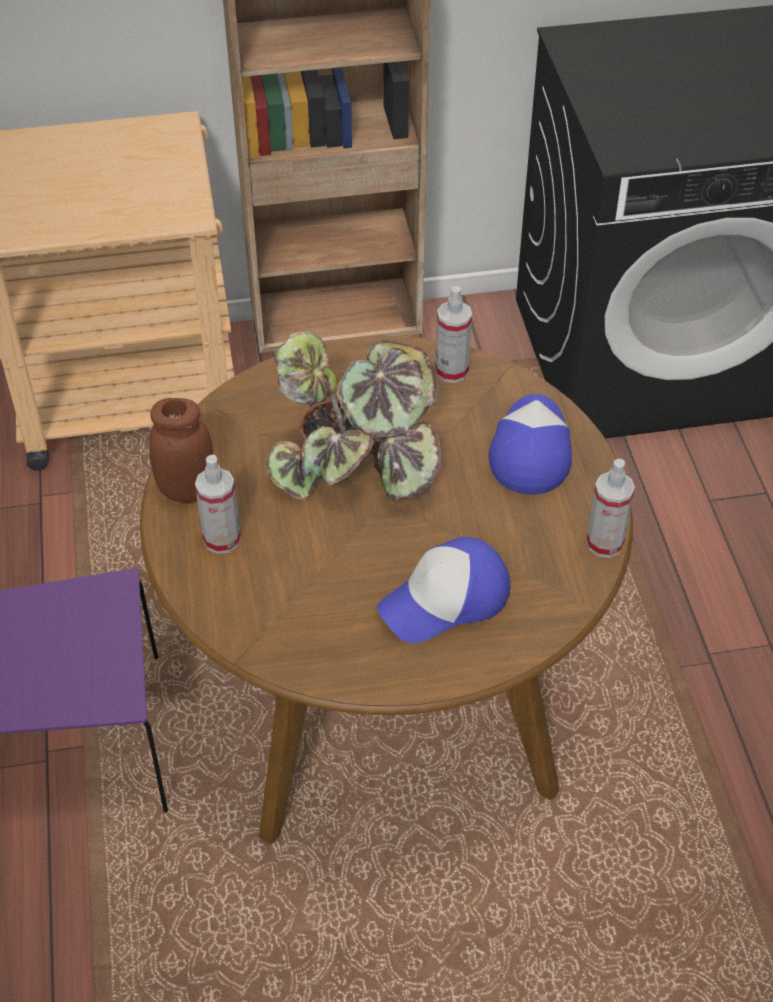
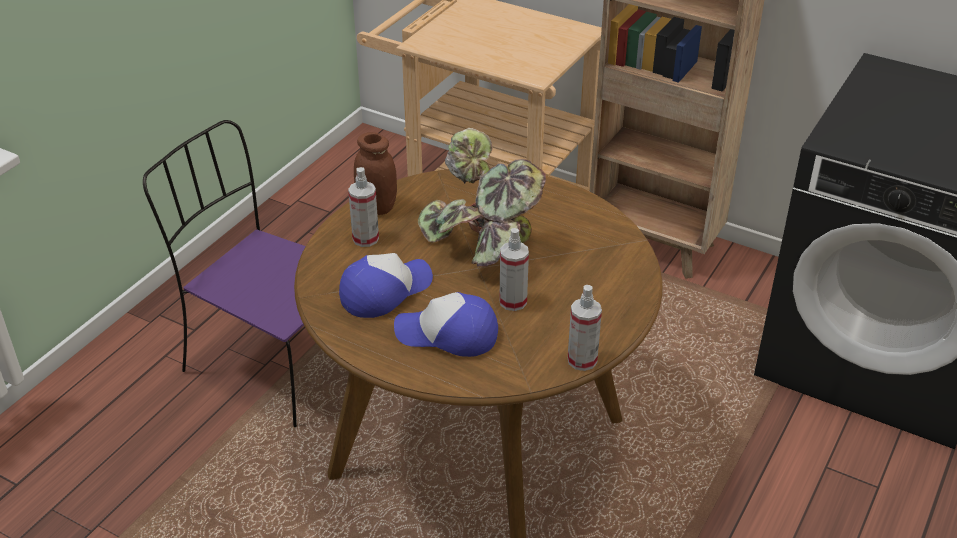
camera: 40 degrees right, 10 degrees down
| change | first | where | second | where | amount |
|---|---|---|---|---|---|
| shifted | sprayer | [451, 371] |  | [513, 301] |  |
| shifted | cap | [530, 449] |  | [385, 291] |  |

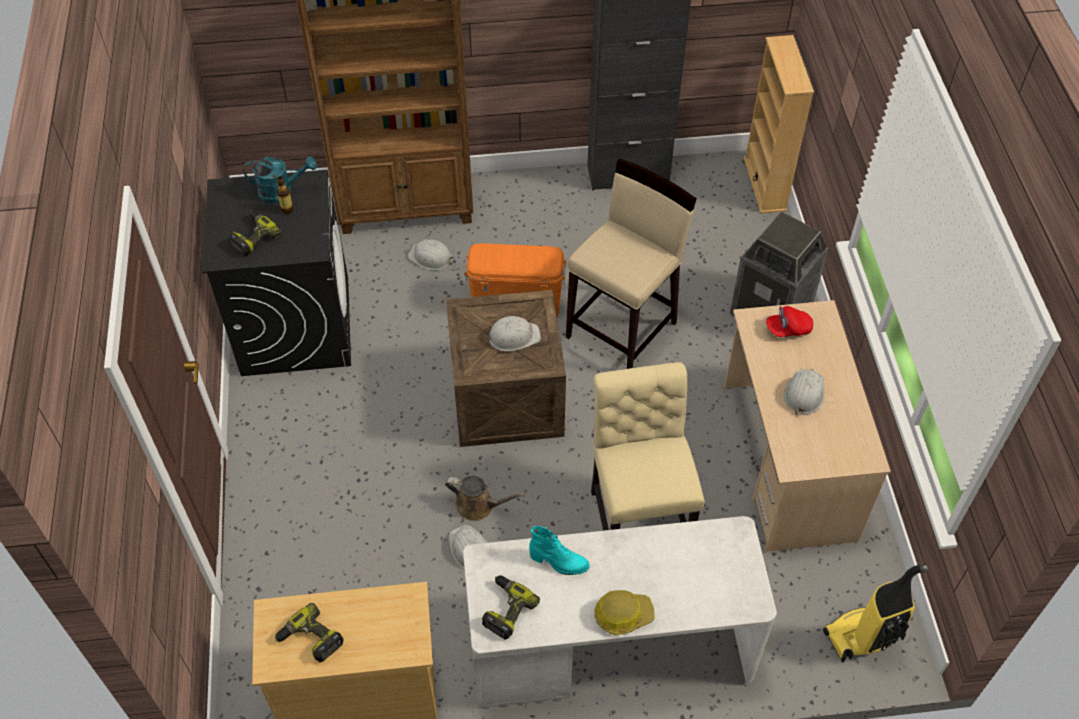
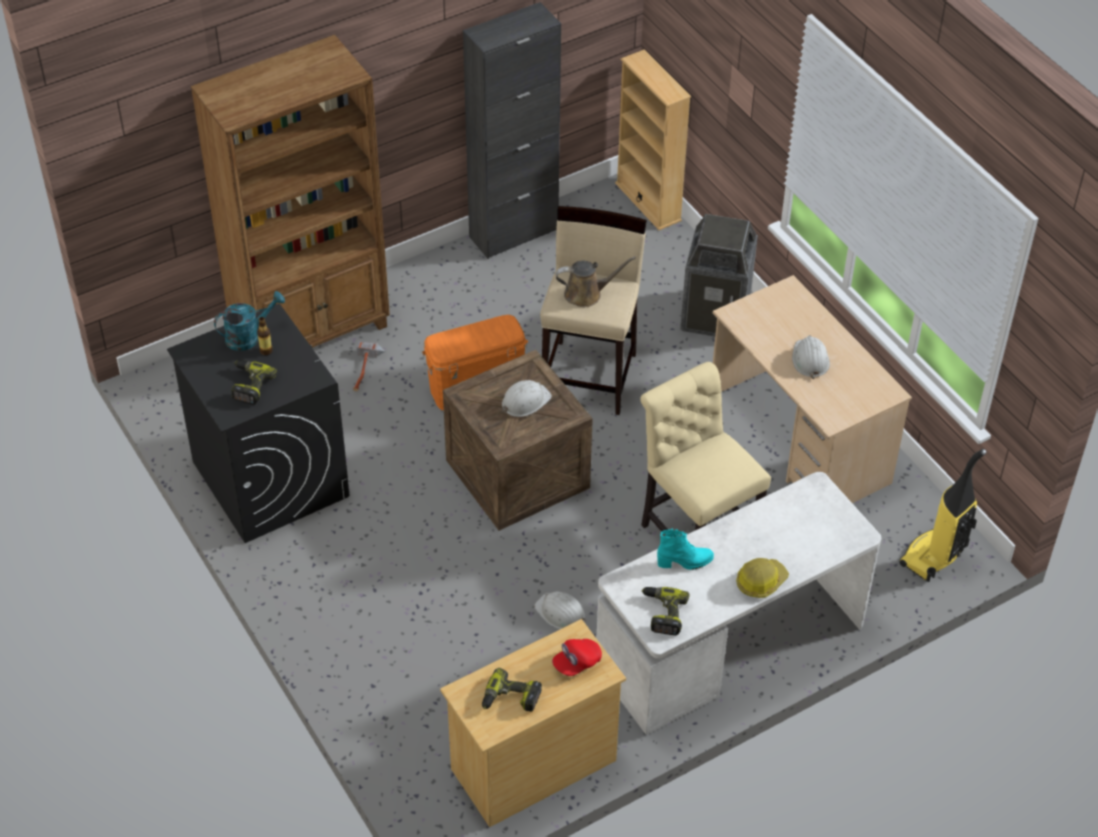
camera: 25 degrees left, 5 degrees down
| change | first | where | second | where | amount |
|---|---|---|---|---|---|
| shifted | brownish watering pot | [478, 506] |  | [586, 294] |  |
| shifted | red cap | [788, 329] |  | [577, 663] |  |
| swapped | white safety helmet | [430, 257] | hammer | [366, 372] |  |

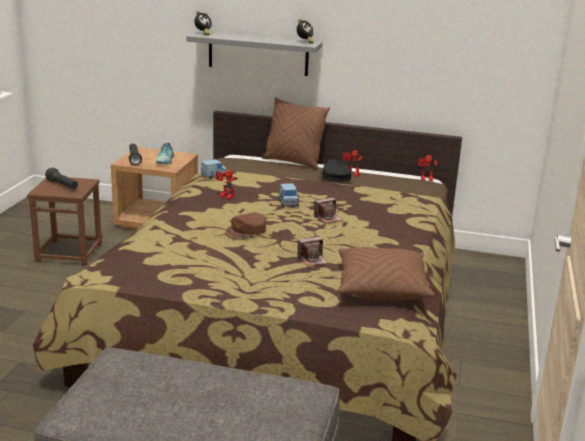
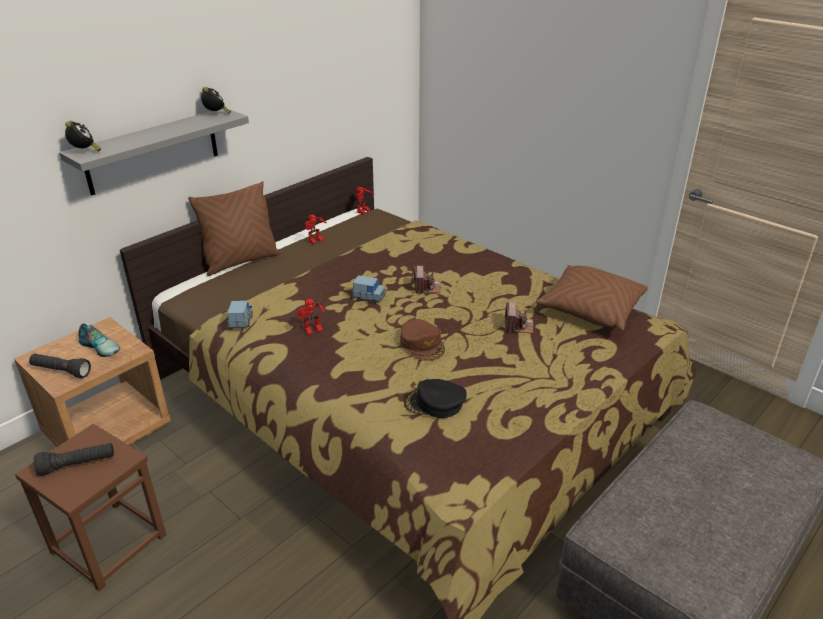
camera: 60 degrees left, 10 degrees up
| change | first | where | second | where | amount |
|---|---|---|---|---|---|
| shifted | black cap | [335, 176] |  | [435, 403] |  |

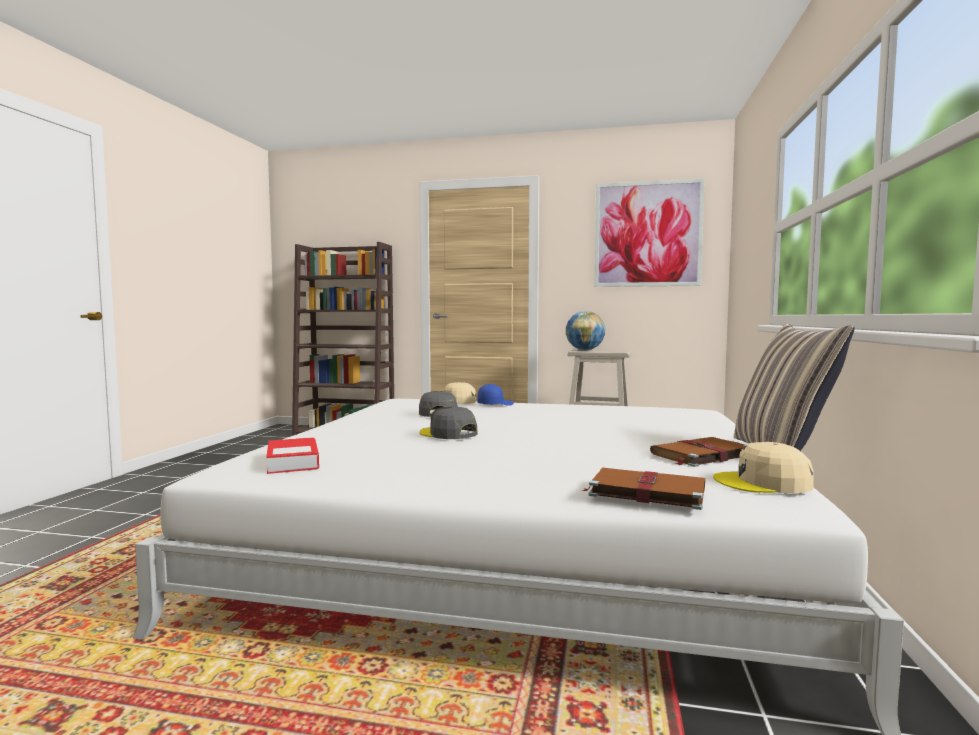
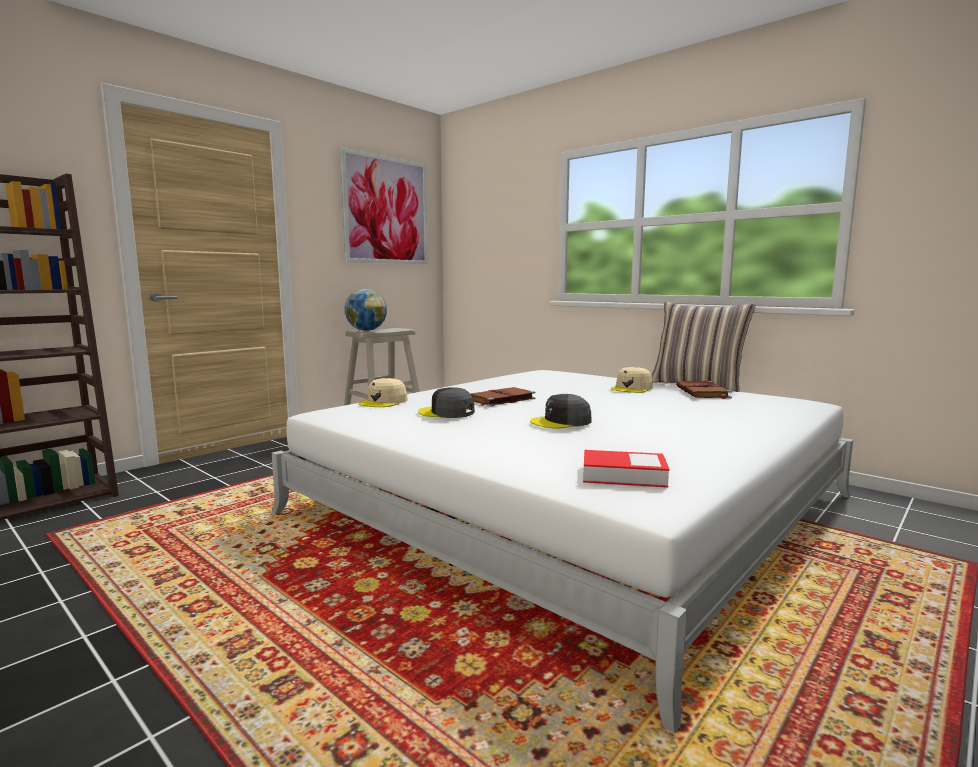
camera: 60 degrees left, 5 degrees up
| change | first | where | second | where | amount |
|---|---|---|---|---|---|
| gone | blue cap | [495, 404] |  |  |  |
| shifted | brownish bound book | [645, 491] |  | [500, 399] |  |
| shifted | beige cap | [763, 483] |  | [632, 388] |  |

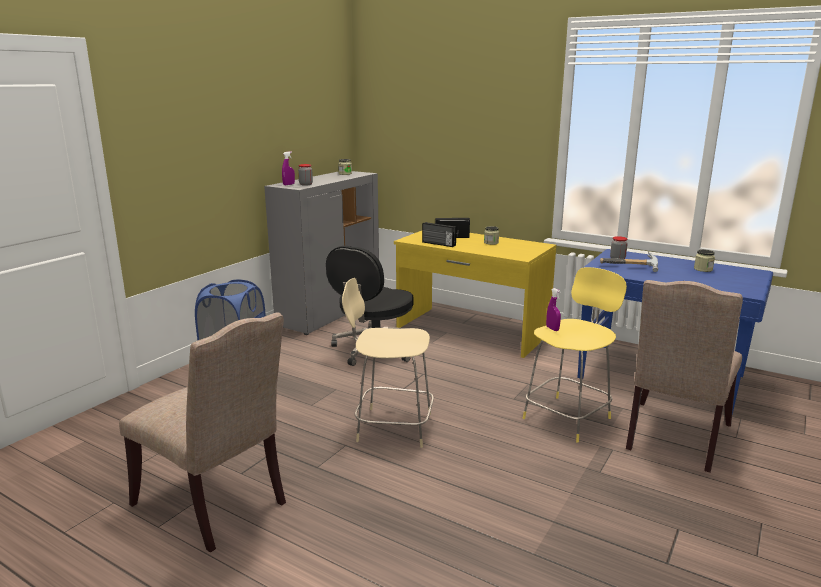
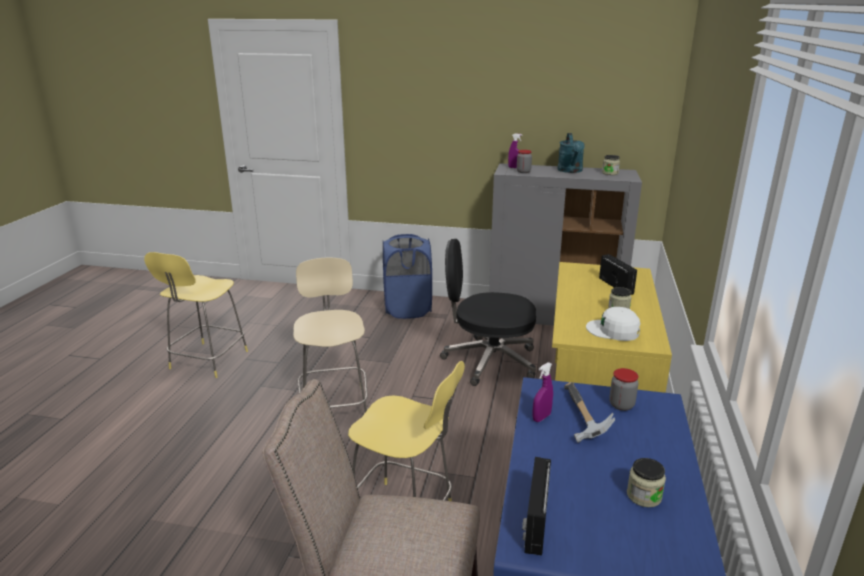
camera: 70 degrees right, 5 degrees up
| change | first | where | second | where | amount |
|---|---|---|---|---|---|
| new |  |  | blue-green watering pot | [571, 171] |  |
| new |  |  | white cap | [613, 330] |  |
| shifted | radio receiver | [438, 244] |  | [534, 522] |  |
| shifted | purple sprayer | [552, 329] |  | [541, 417] |  |
| swapped | beige plain chair | [216, 504] | yellow stool | [207, 361] |  |

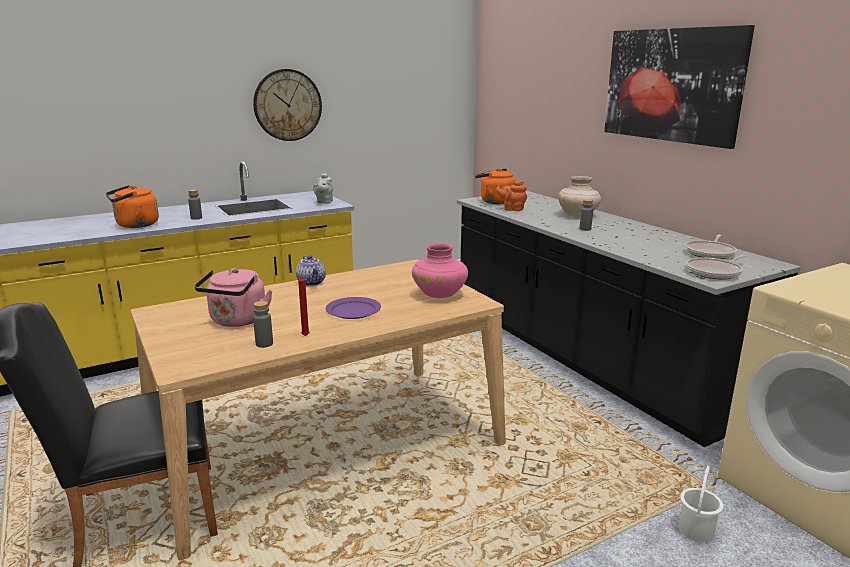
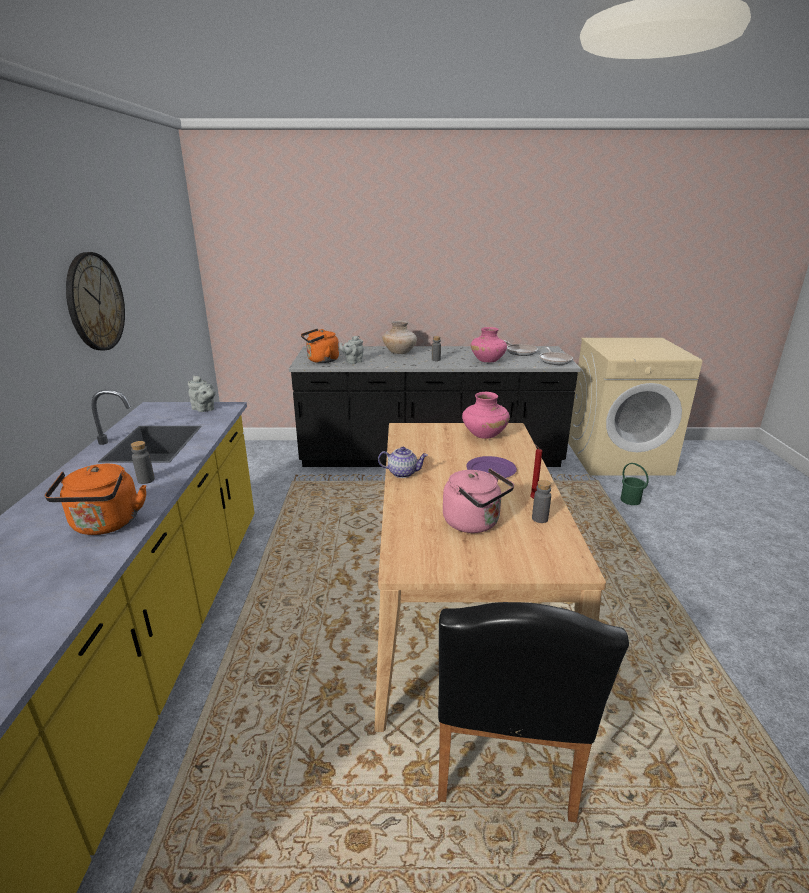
camera: 60 degrees left, 5 degrees up
| change | first | where | second | where | amount |
|---|---|---|---|---|---|
| gone | wall art | [672, 85] |  |  |  |
| new |  |  | pinkish flower vase | [487, 361] |  |
| repainted | orange-coloured tea pot | [512, 209] | grey tea pot | [353, 362] |  |
| repainted | white pail | [697, 530] | greenish pail | [630, 500] |  |

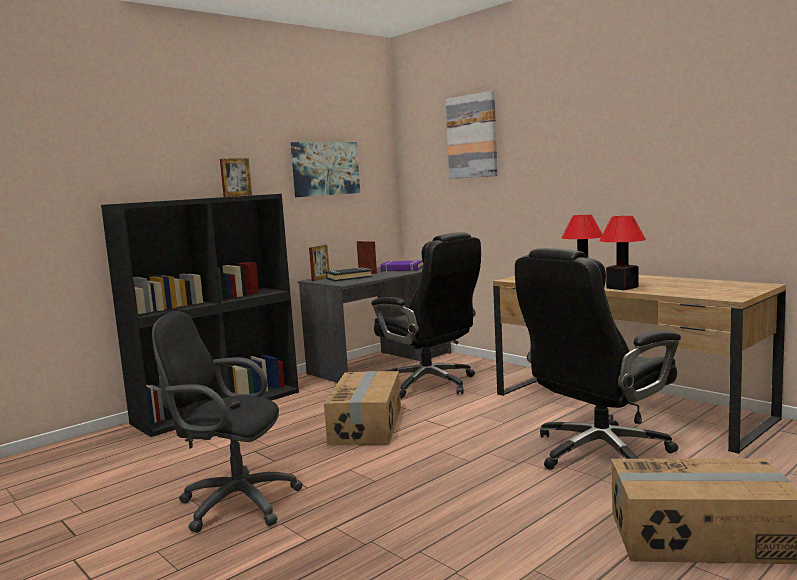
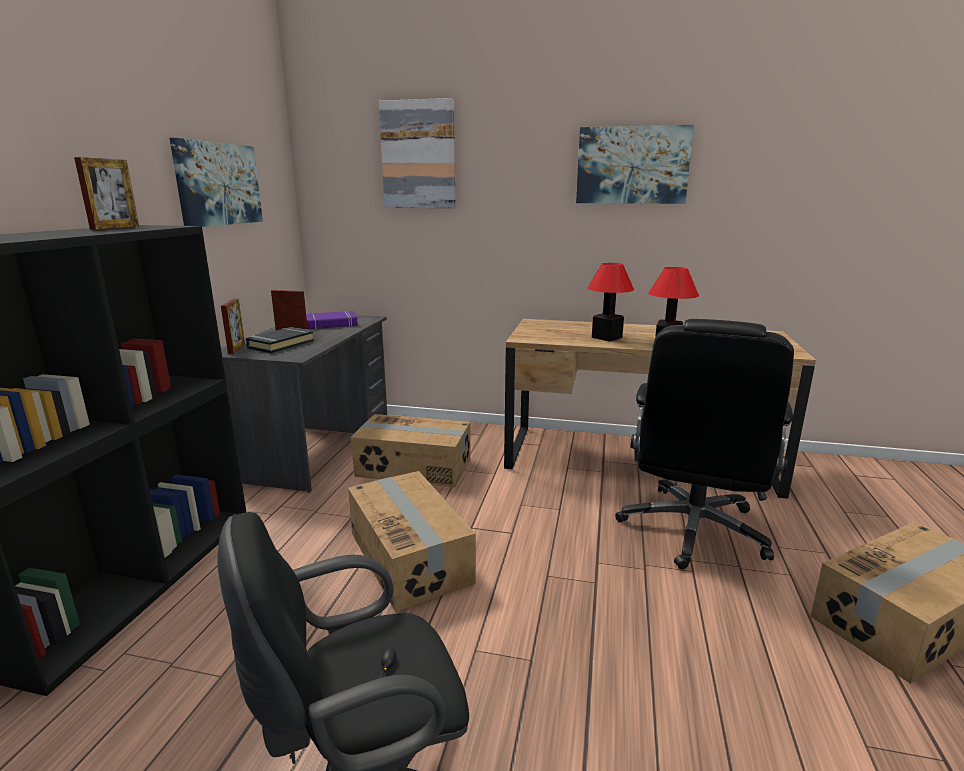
camera: 35 degrees left, 10 degrees up
| change | first | where | second | where | amount |
|---|---|---|---|---|---|
| new |  |  | wall art | [632, 165] |  |
| swapped | black desk chair | [430, 384] | packing box | [414, 468] |  |

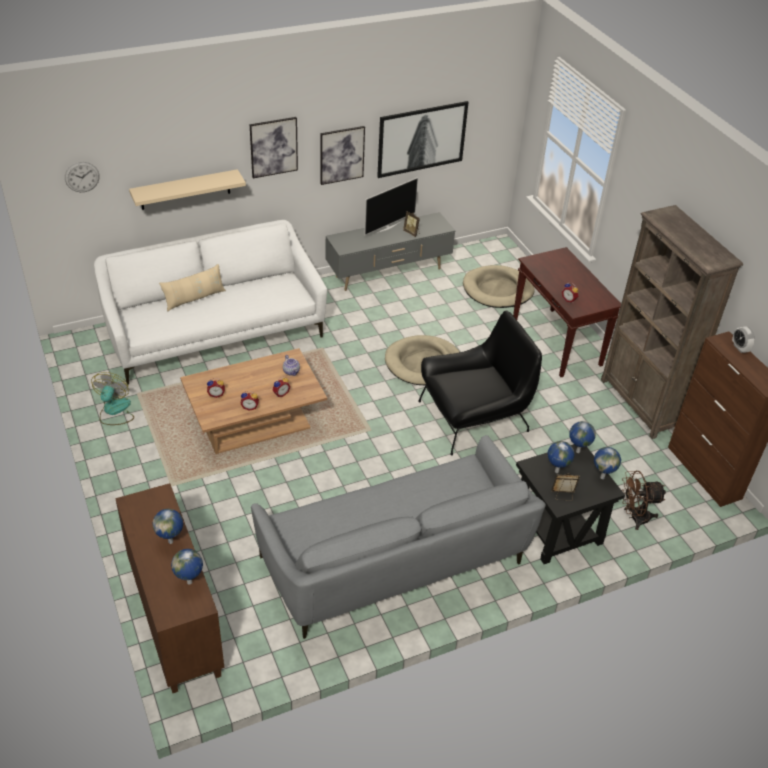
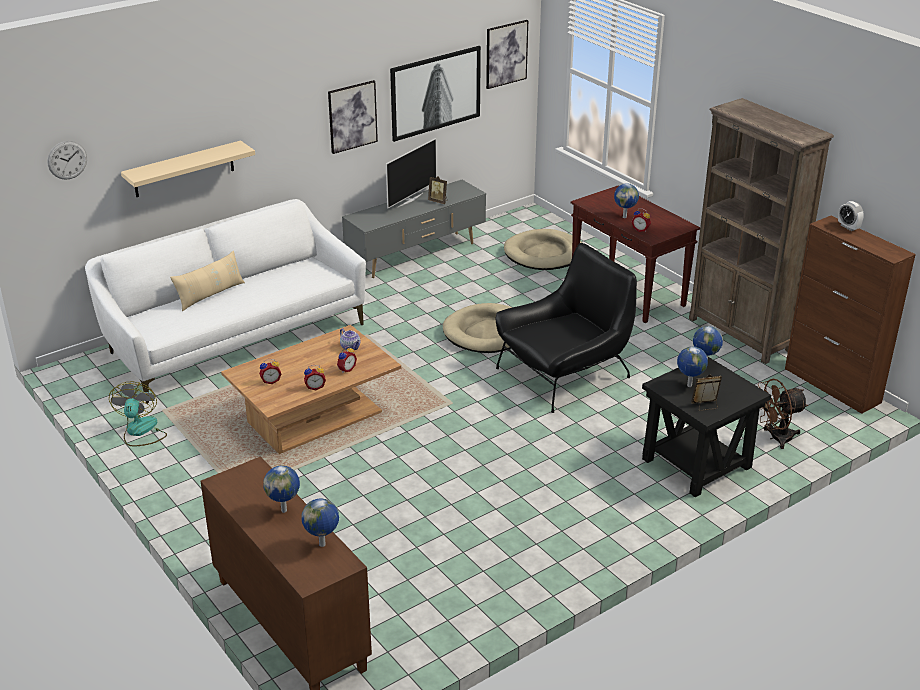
camera: 10 degrees left, 10 degrees down
| change | first | where | second | where | amount |
|---|---|---|---|---|---|
| gone | grey settee | [395, 563] |  |  |  |
| shifted | wall art | [273, 147] |  | [506, 54] |  |
| shifted | desk globe | [602, 477] |  | [625, 217] |  |

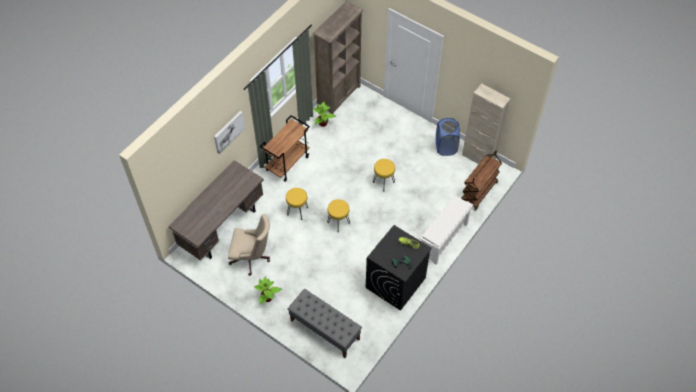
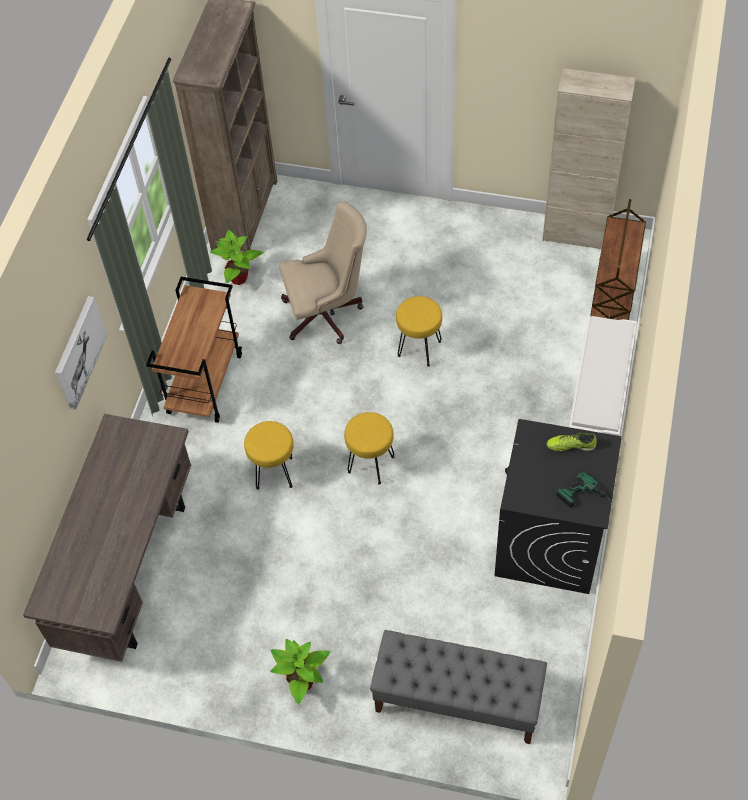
camera: 20 degrees left, 0 degrees up
| change | first | where | second | where | amount |
|---|---|---|---|---|---|
| gone | blue washing basket | [445, 147] |  |  |  |
| shifted | beige desk chair | [252, 258] |  | [327, 314] |  |

